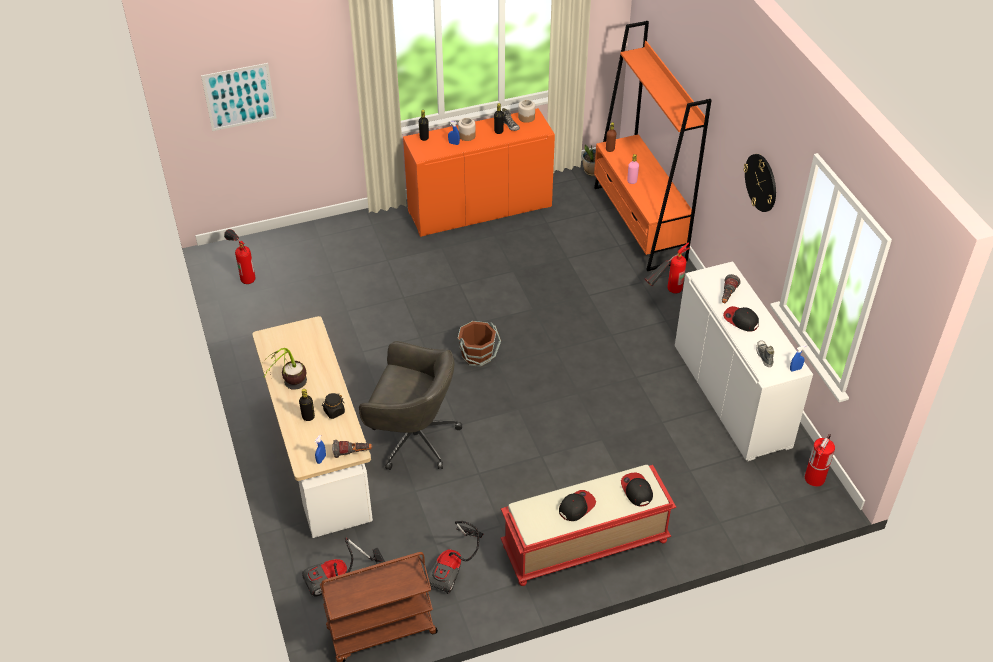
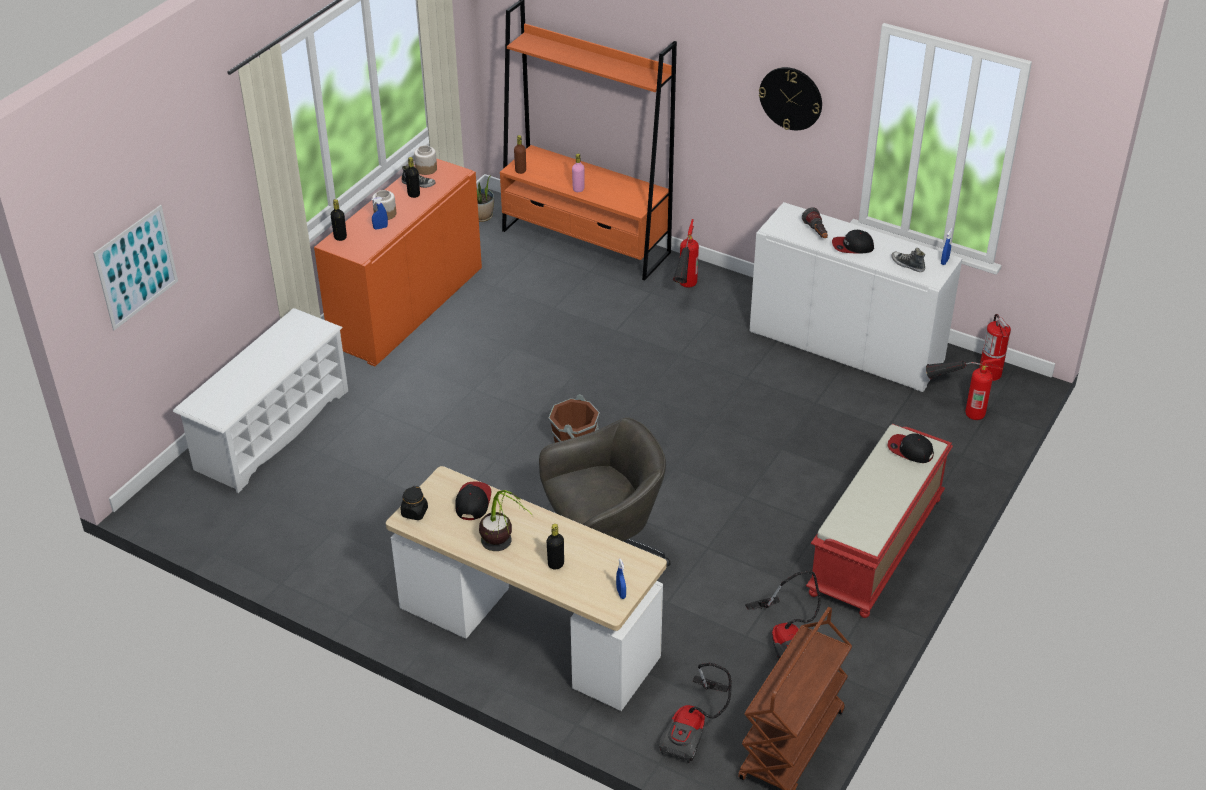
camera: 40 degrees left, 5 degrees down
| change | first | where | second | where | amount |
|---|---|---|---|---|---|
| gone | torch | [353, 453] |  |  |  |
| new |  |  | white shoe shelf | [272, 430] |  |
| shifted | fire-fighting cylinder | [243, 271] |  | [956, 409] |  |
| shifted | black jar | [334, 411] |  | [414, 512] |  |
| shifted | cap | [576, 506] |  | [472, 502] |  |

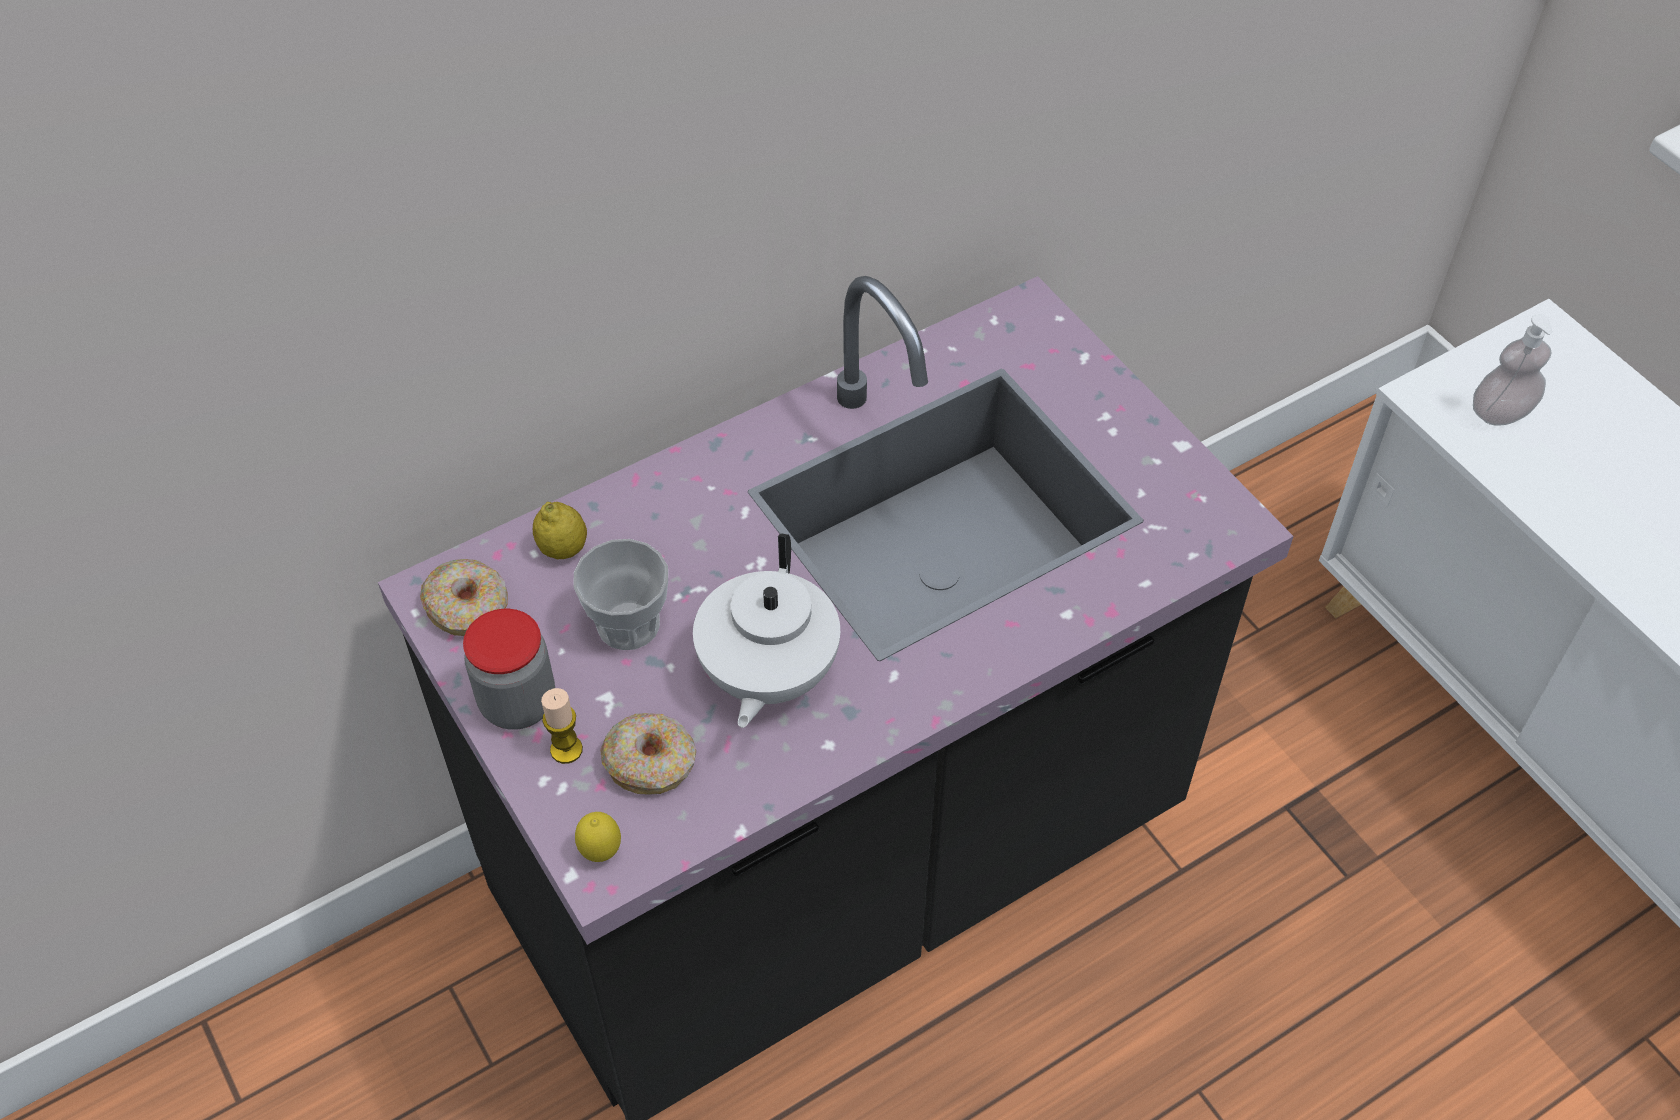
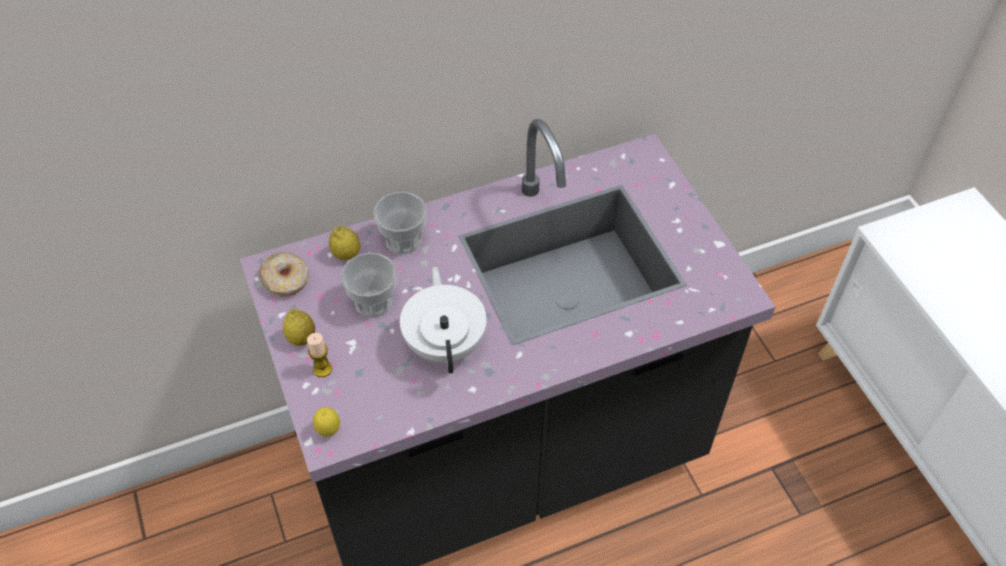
camera: 10 degrees right, 0 degrees up
| change | first | where | second | where | amount |
|---|---|---|---|---|---|
| gone | ring doughnut | [651, 762] |  |  |  |
| gone | soap dispenser | [1500, 412] |  |  |  |
| new |  |  | cup | [403, 241] |  |
| swapped | jar | [518, 703] | citrus fruit | [301, 338] |  |
| rotated | white tea pot | [766, 675] |  | [445, 343] | 150 degrees clockwise |

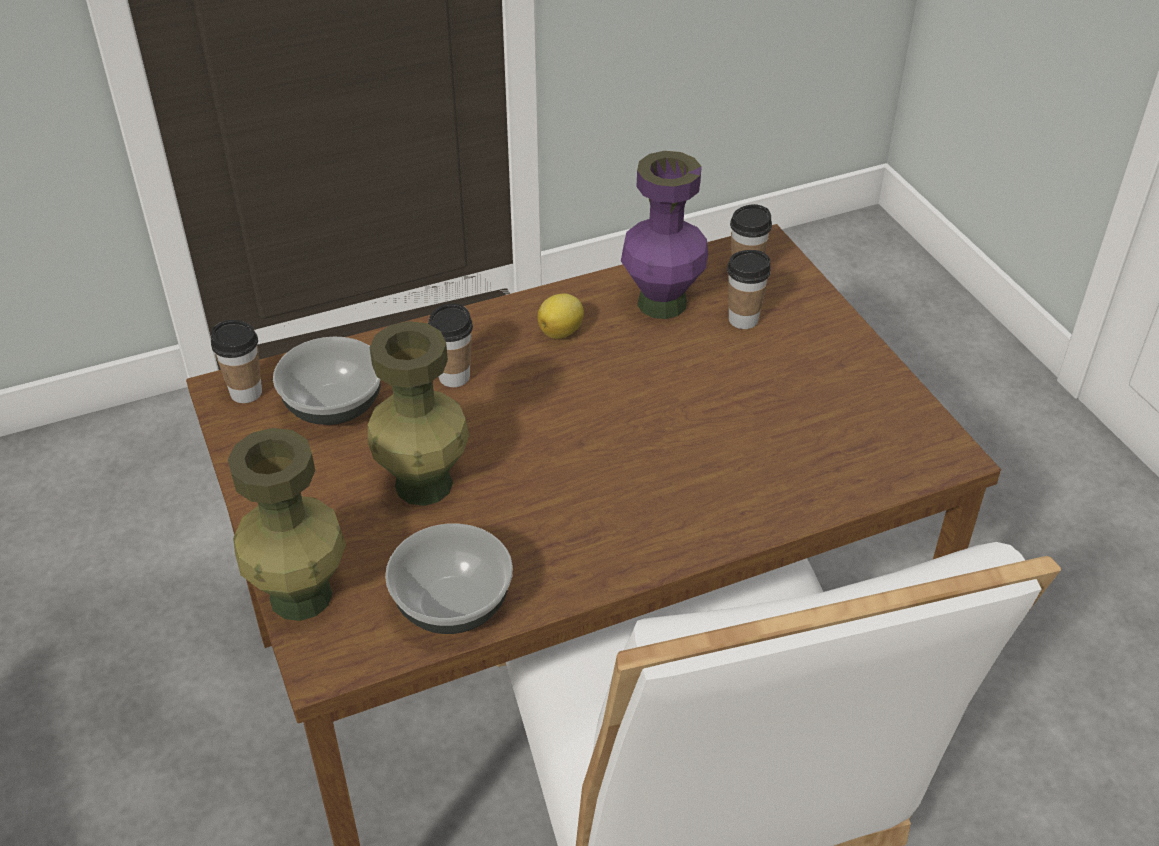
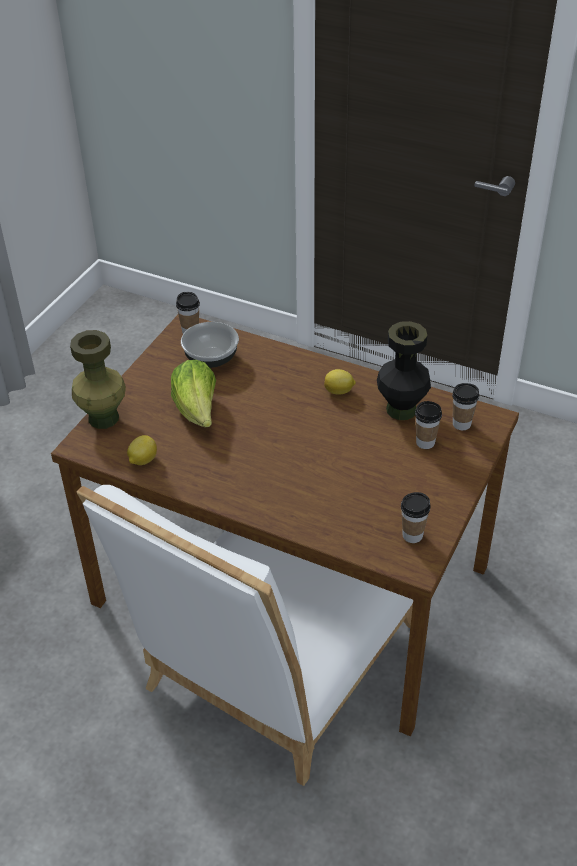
camera: 50 degrees right, 0 degrees up
| change | first | where | second | where | amount |
|---|---|---|---|---|---|
| shifted | cup | [454, 377] |  | [412, 535] |  |
| swapped | greenish flower vase | [423, 484] | lettuce | [197, 411] |  |
| swapped | deep dish | [451, 604] | citrus fruit | [142, 460] |  |
| repainted | purple flower vase | [662, 302] | black flower vase | [401, 409] |  |

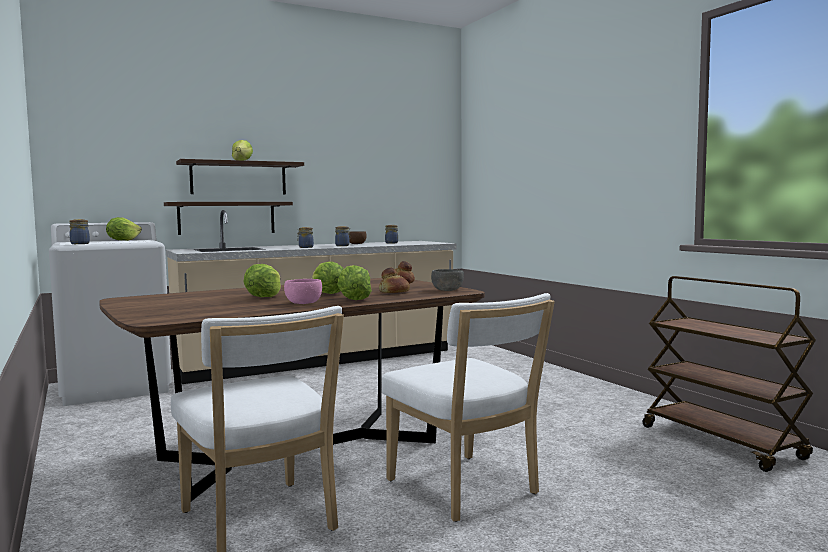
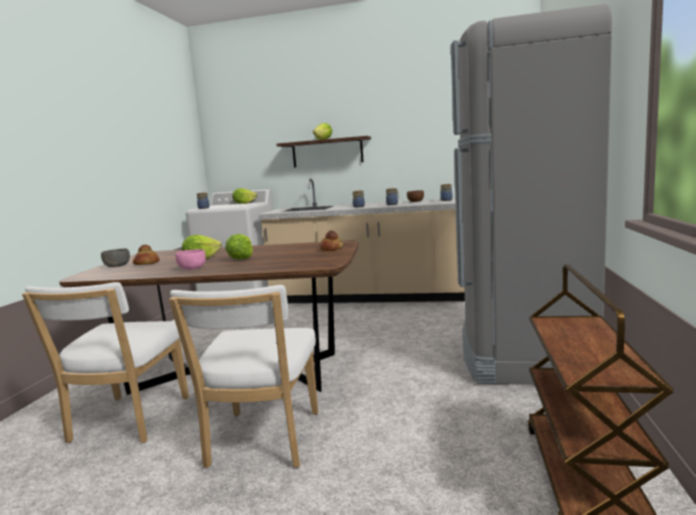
camera: 40 degrees right, 5 degrees up
| change | first | where | second | where | amount |
|---|---|---|---|---|---|
| gone | shelf | [227, 218] |  |  |  |
| gone | lettuce | [354, 300] |  |  |  |
| new |  |  | grey refrigerator | [522, 355] |  |
| shifted | bakery bread | [394, 292] |  | [146, 264] |  |
| shifted | grey deep dish | [447, 290] |  | [117, 266] |  |

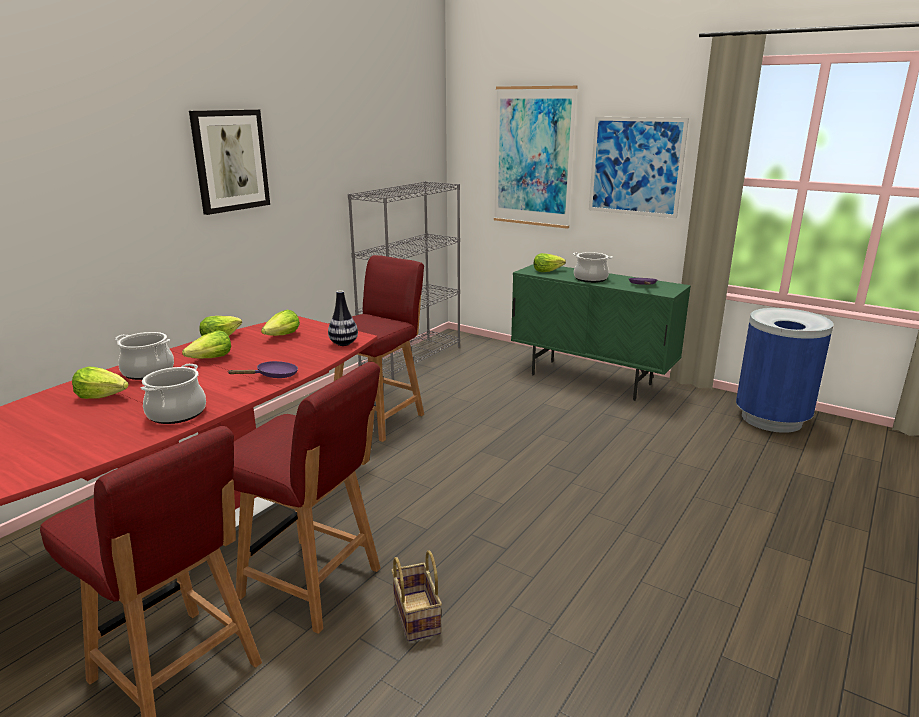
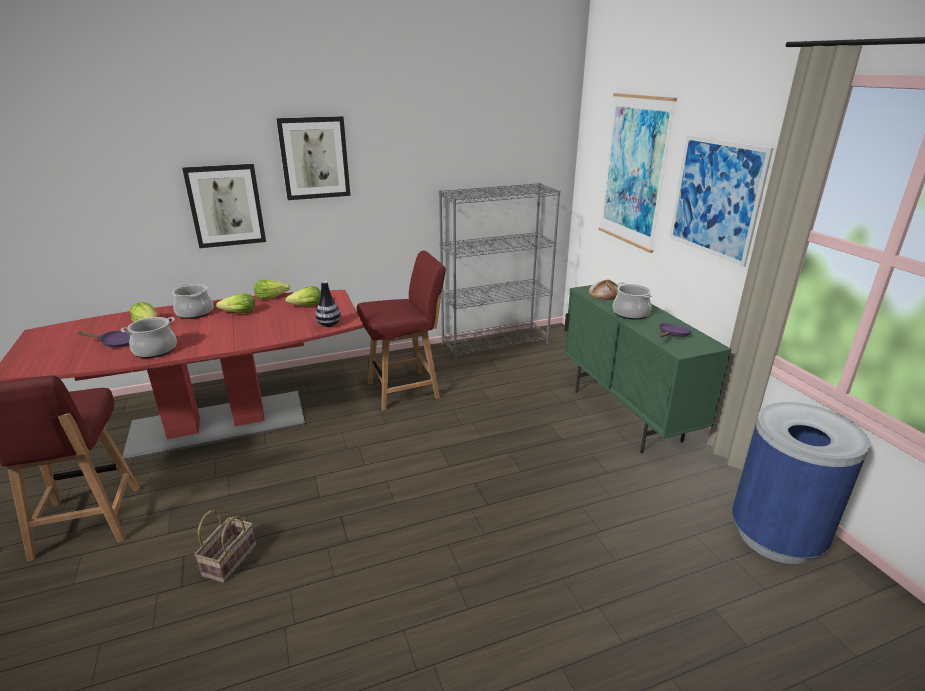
camera: 35 degrees right, 5 degrees up
| change | first | where | second | where | amount |
|---|---|---|---|---|---|
| gone | red plain chair | [313, 584] |  |  |  |
| new |  |  | wall art | [226, 205] |  |
| shifted | purple frying pan | [273, 376] |  | [115, 343] |  |
| swapped | lettuce | [547, 271] | bakery bread | [604, 294] |  |

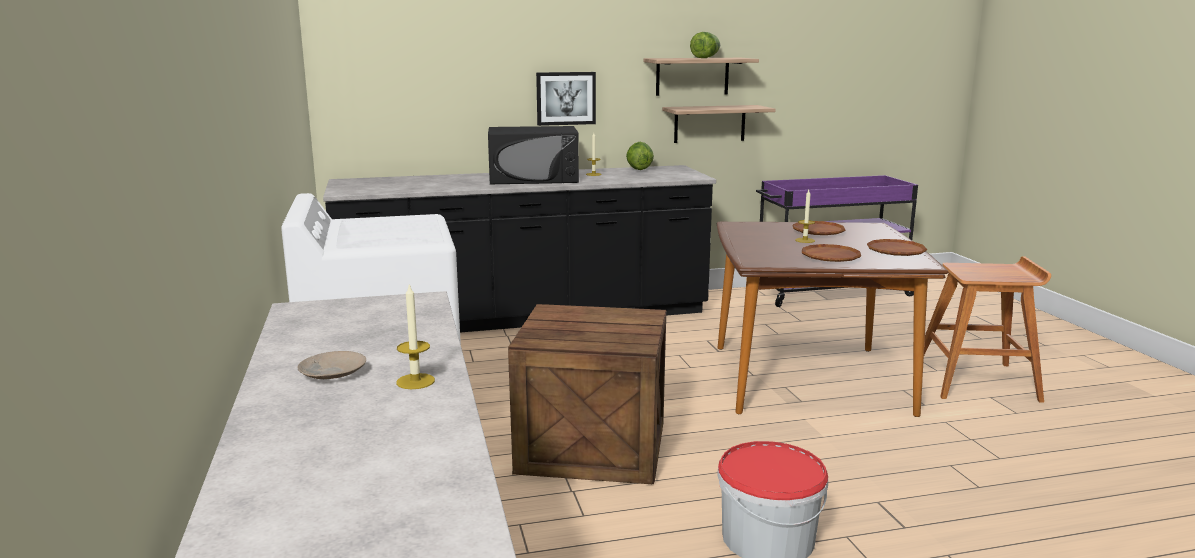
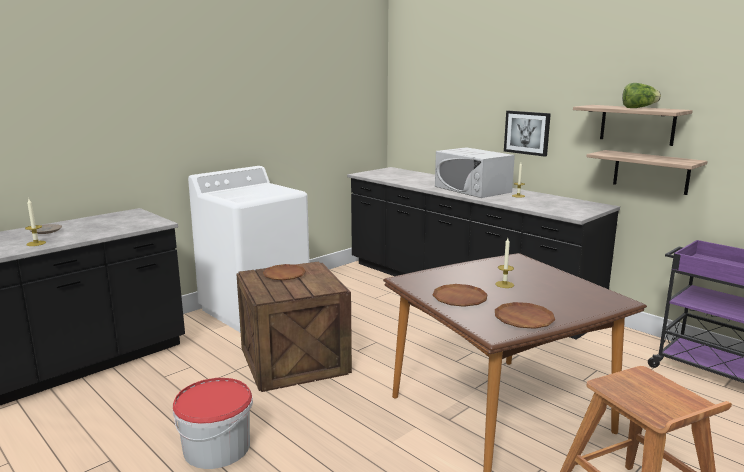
camera: 60 degrees right, 0 degrees up
| change | first | where | second | where | amount |
|---|---|---|---|---|---|
| gone | lettuce | [638, 169] |  |  |  |
| shifted | brownish flat dish | [818, 232] |  | [284, 275] |  |
| repainted | black microwave | [533, 178] | white microwave | [472, 189] |  |

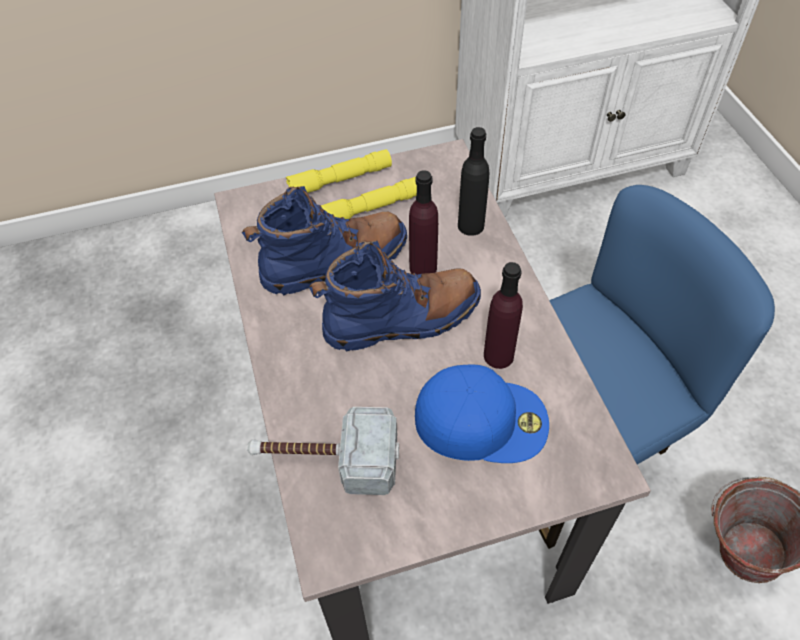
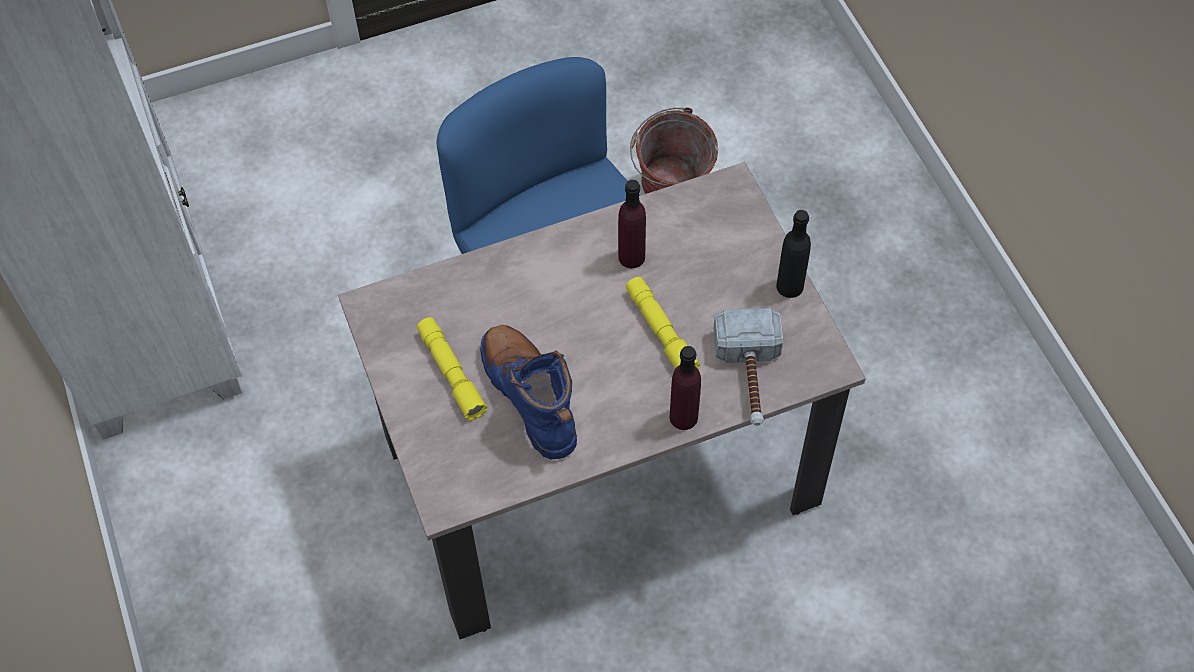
camera: 95 degrees left, 5 degrees up
| change | first | where | second | where | amount |
|---|---|---|---|---|---|
| gone | blue high-top boot | [402, 319] |  |  |  |
| gone | blue cap | [482, 419] |  |  |  |
| shifted | yellow torch | [340, 180] |  | [661, 332] |  |
| shifted | purple drink bottle | [423, 267] |  | [683, 417] |  |
| shifted | black drink bottle | [471, 225] |  | [790, 286] |  |

